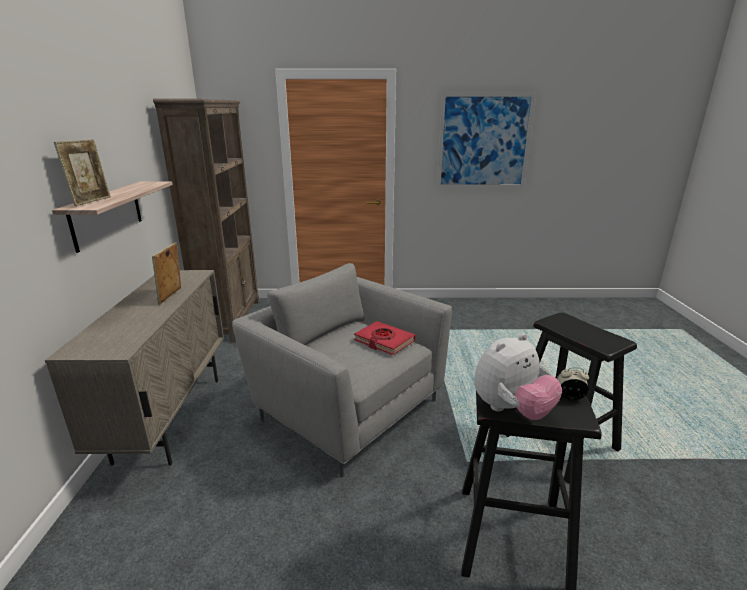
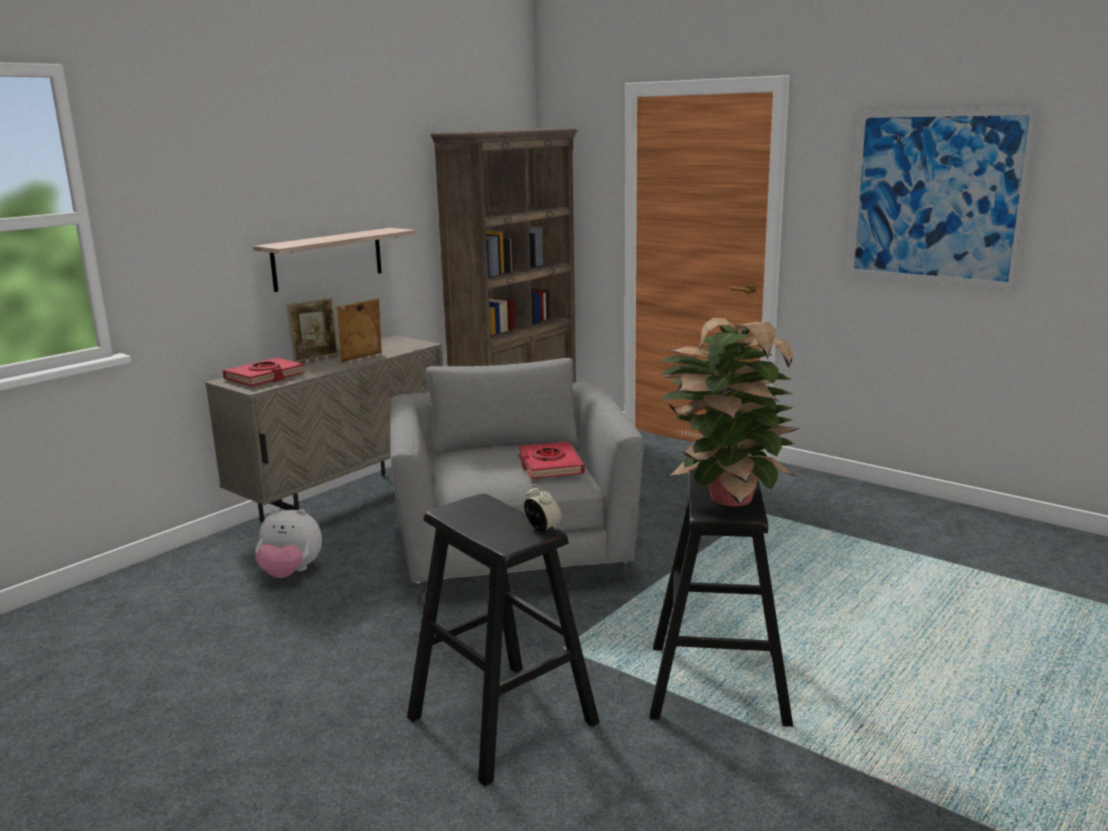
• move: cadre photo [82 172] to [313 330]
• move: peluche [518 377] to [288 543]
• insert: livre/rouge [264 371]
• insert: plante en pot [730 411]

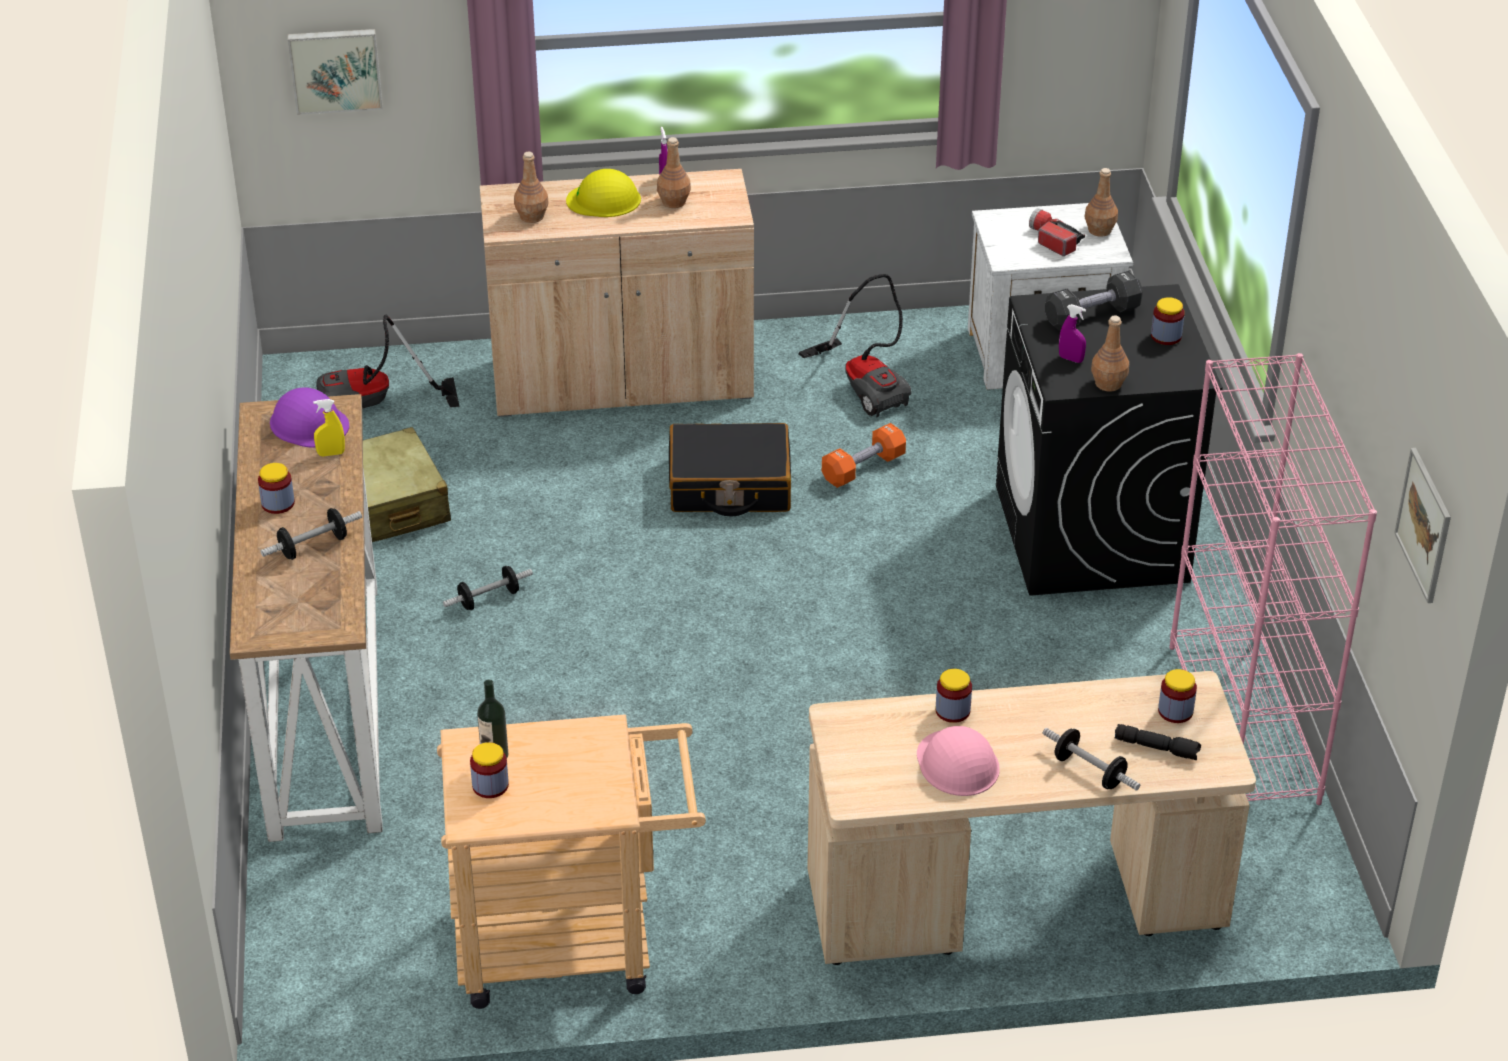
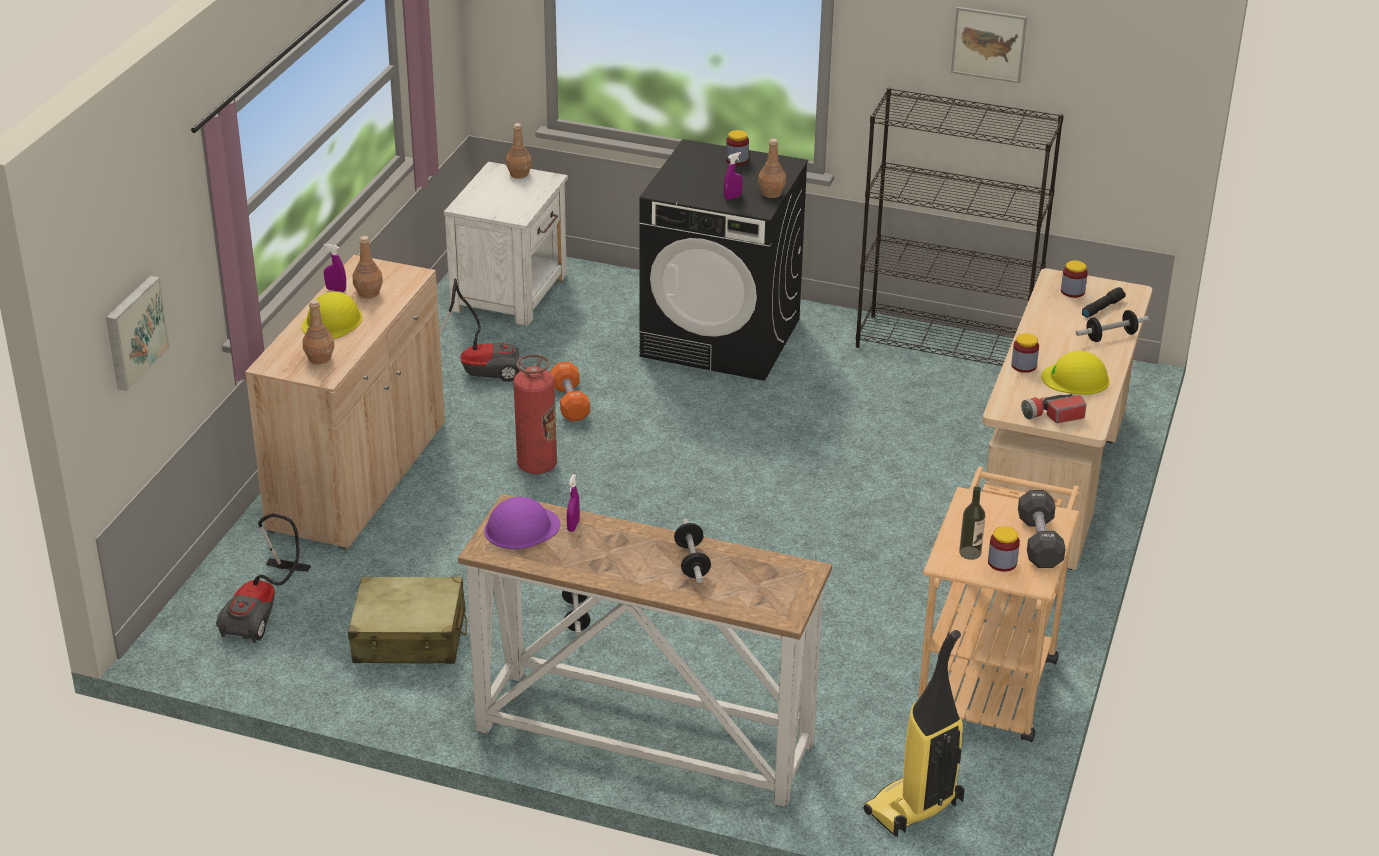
• delete: bocal [276 488]
• recolor: vaporisateur/jaune [329 428] to vaporisateur/violet [573 503]
• replace: valise/noir [730 469] to extincteur [535 414]
• recolor: casque de chantier/rose [958 761] to casque de chantier/jaune [1076 373]
• move: lampe de poche [1057 232] to [1053 408]
• move: haltère/noir [1094 300] to [1042 529]
• recolor: bibliothèque/rose [1273 579] to bibliothèque/noir [960 227]
• move: tableau [1422 525] to [989 45]
• insert: aspirateur [914 733]

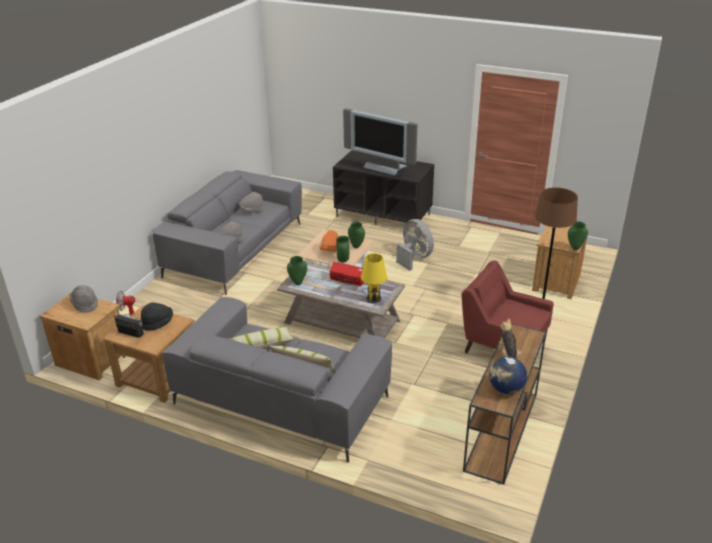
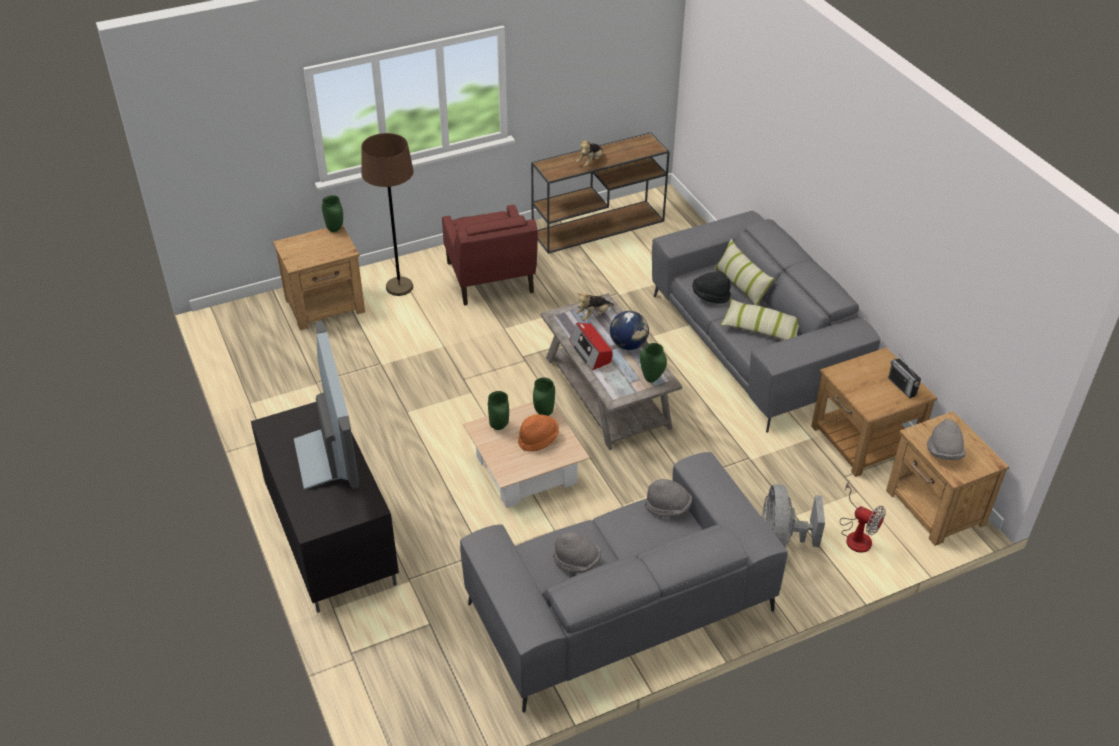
• move: chapeau/noir [157 316] to [712 287]
• replace: lampe de table/jaune [374 278] to peluche [595 307]
• move: ventilateur/gris [415 245] to [793 516]
• move: globe [508 375] to [629 330]

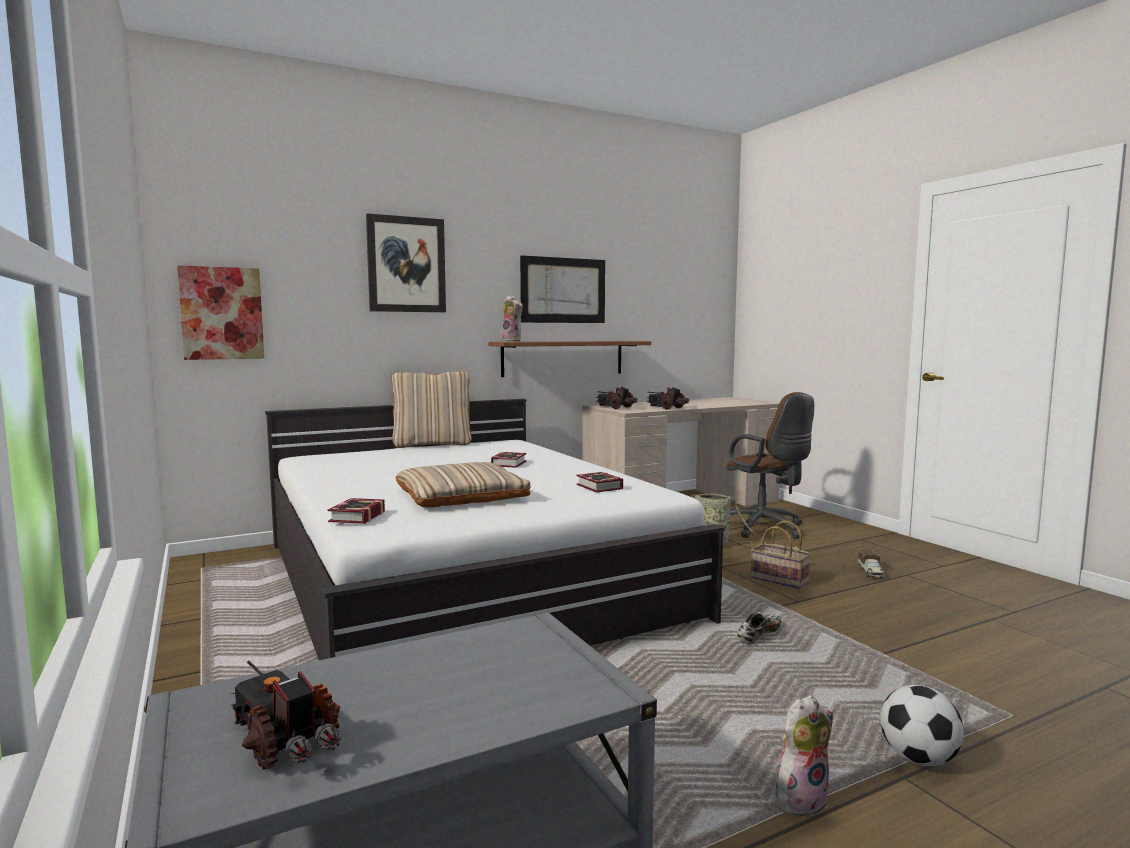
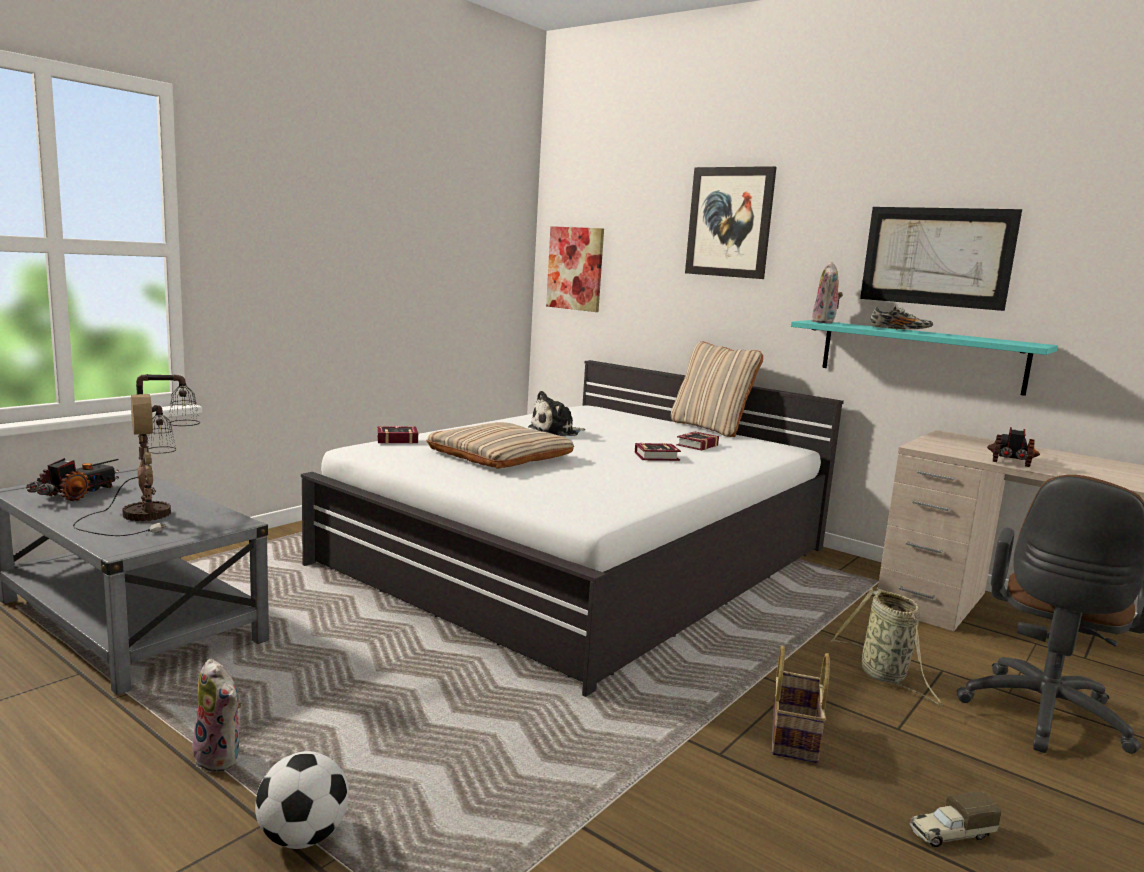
• recolor: étagère/marron [569 359] to étagère/turquoise [924 358]
• move: livre [599 482] to [697 441]
• delete: camion jouet [617 398]
• move: chaussure [759 628] to [901 318]
• insert: lampe de table [136 455]
• insert: peluche [556 413]

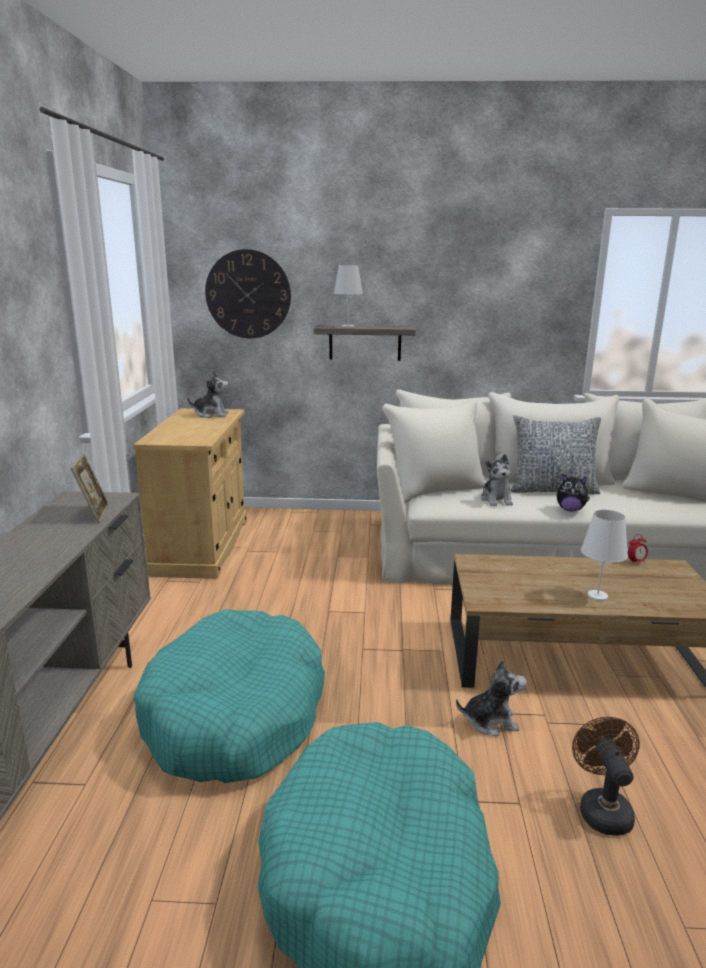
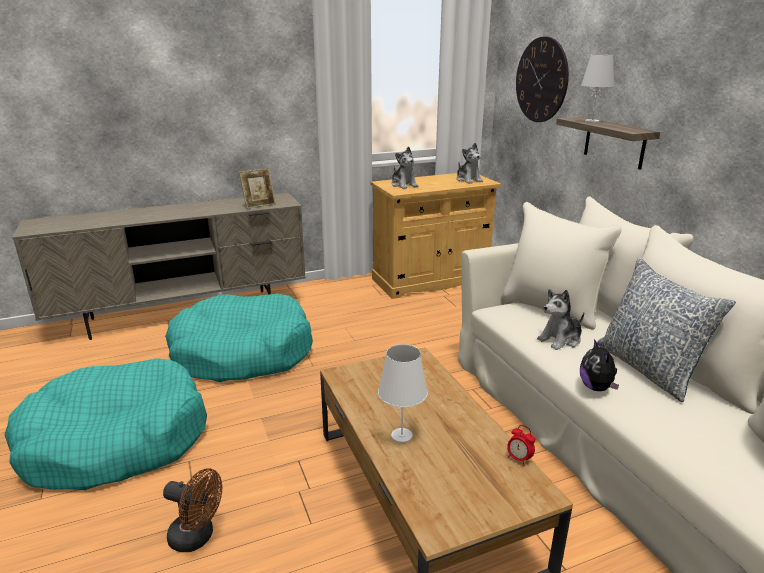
• move: peluche [491 697] to [404 167]
• rotate: ventilateur/marron [606 776] = [192 510] 45 degrees clockwise

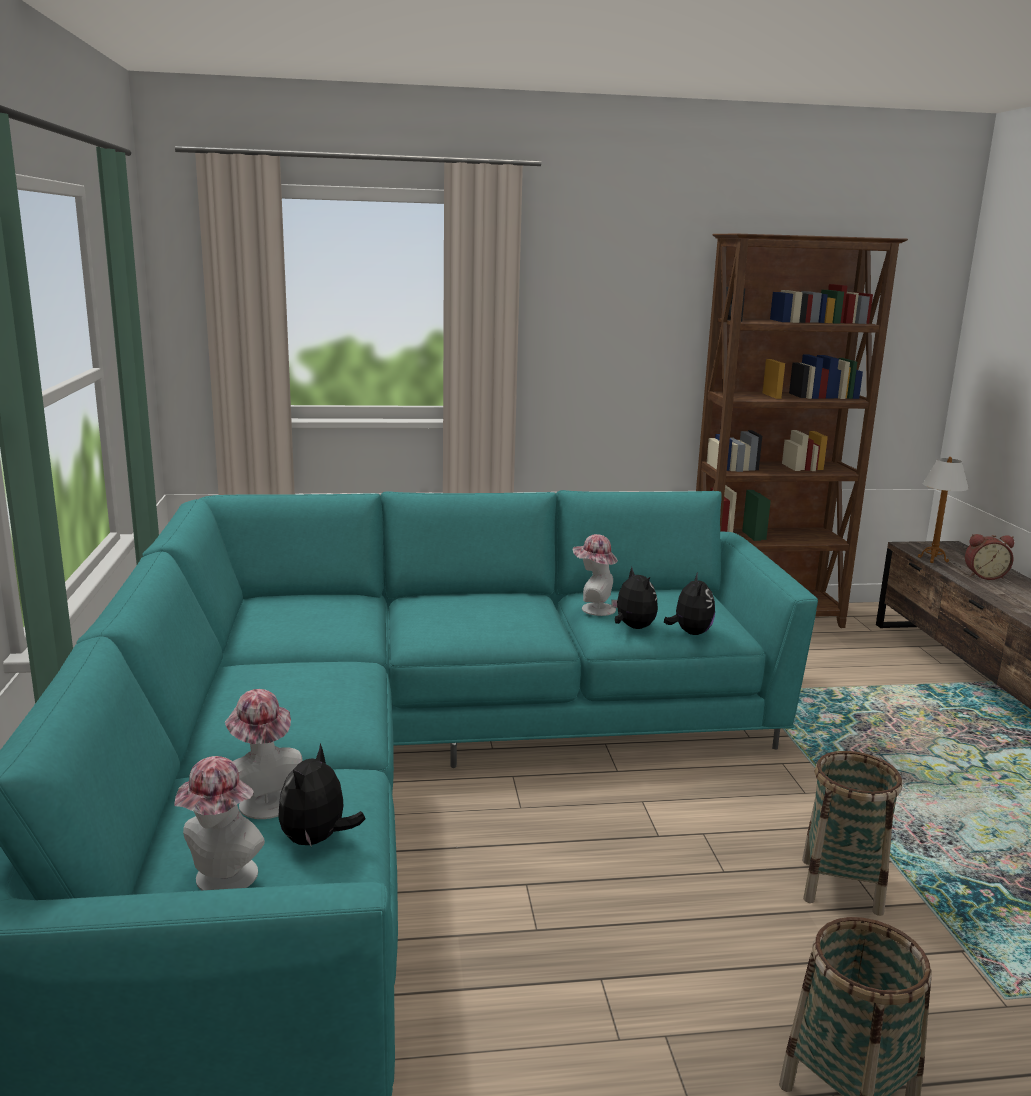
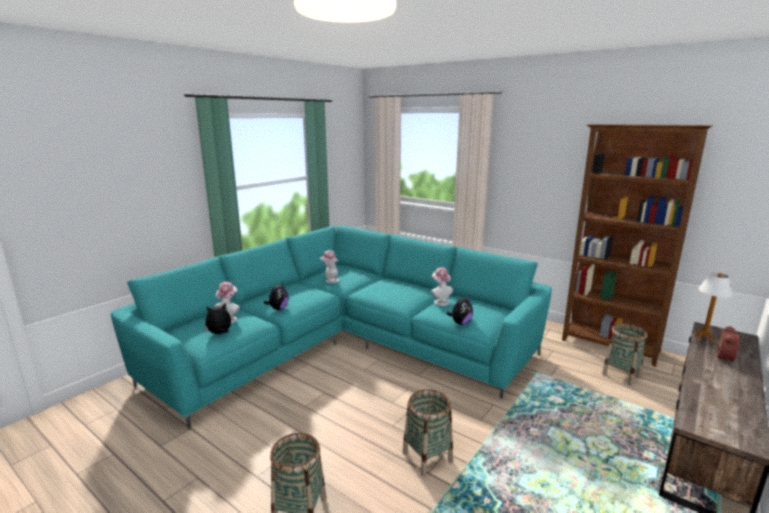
• move: chapeau [219 823] to [330 266]
• move: peluche [634 598] to [276 295]
• rotate: réveil [989 557] = [727 345] 105 degrees counterclockwise
• insert: panier [625 354]

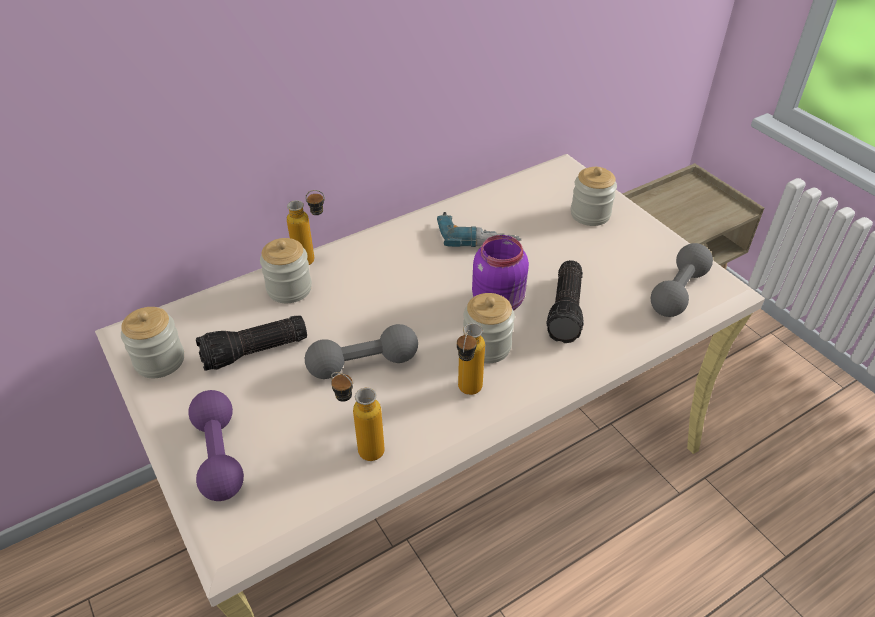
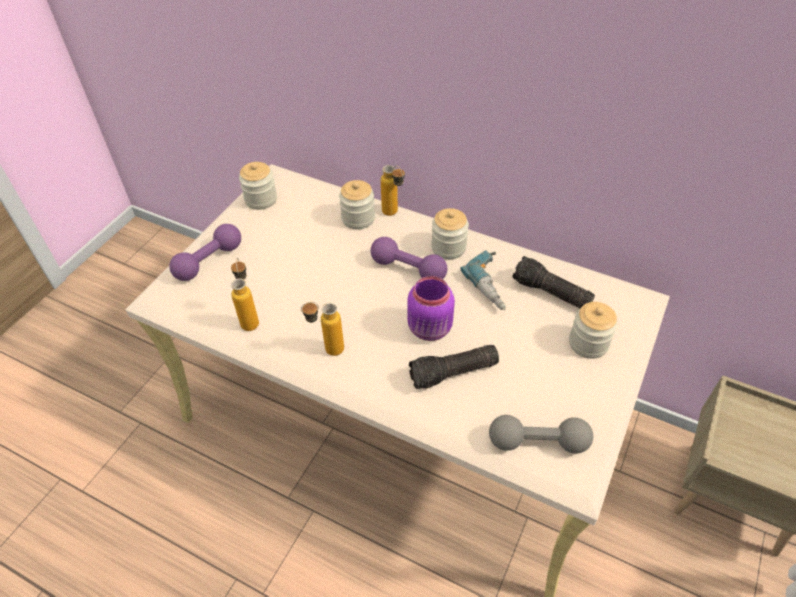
• move: lampe de poche [251 343] to [553 282]
• delete: haltère/gris [361 351]
• move: bocal [489 328] to [450 233]
• insert: haltère/violet [409 258]

